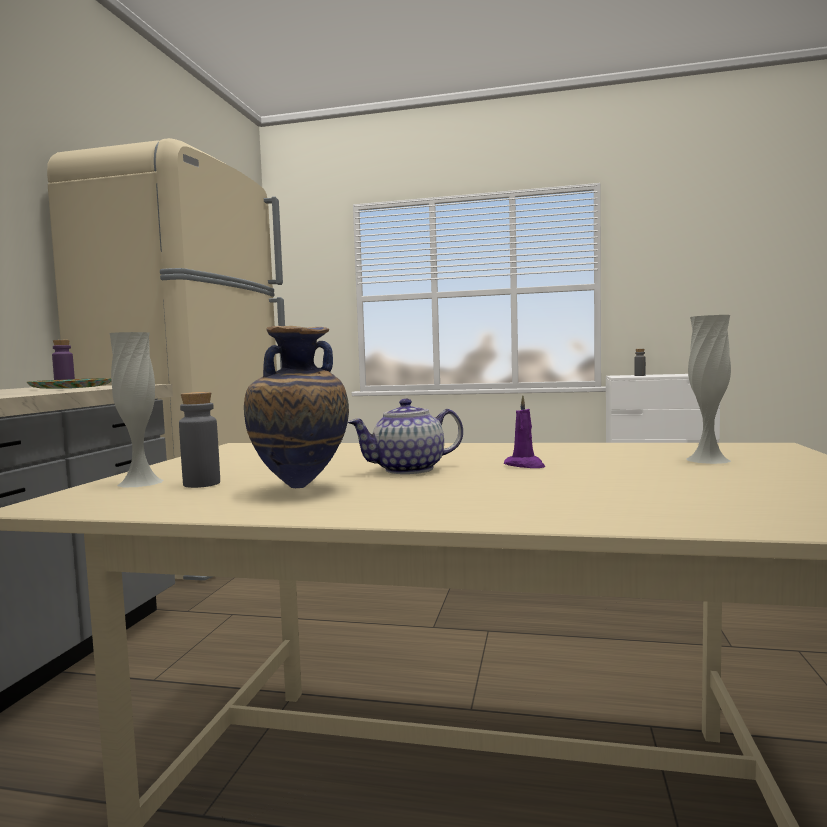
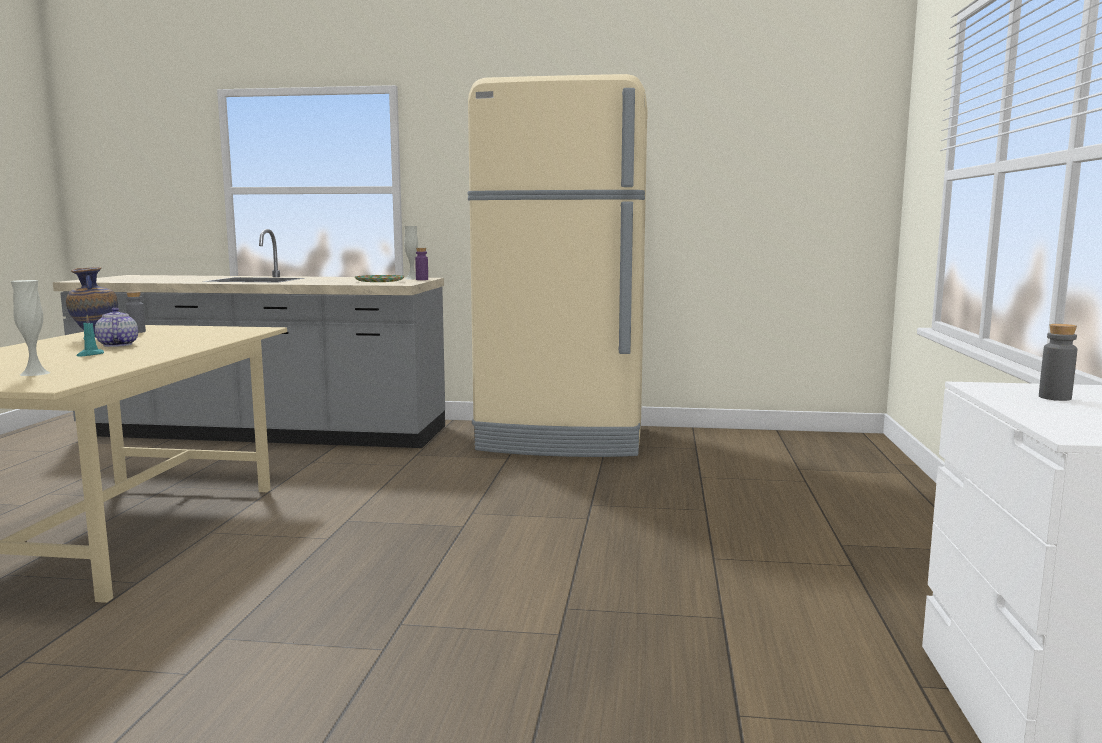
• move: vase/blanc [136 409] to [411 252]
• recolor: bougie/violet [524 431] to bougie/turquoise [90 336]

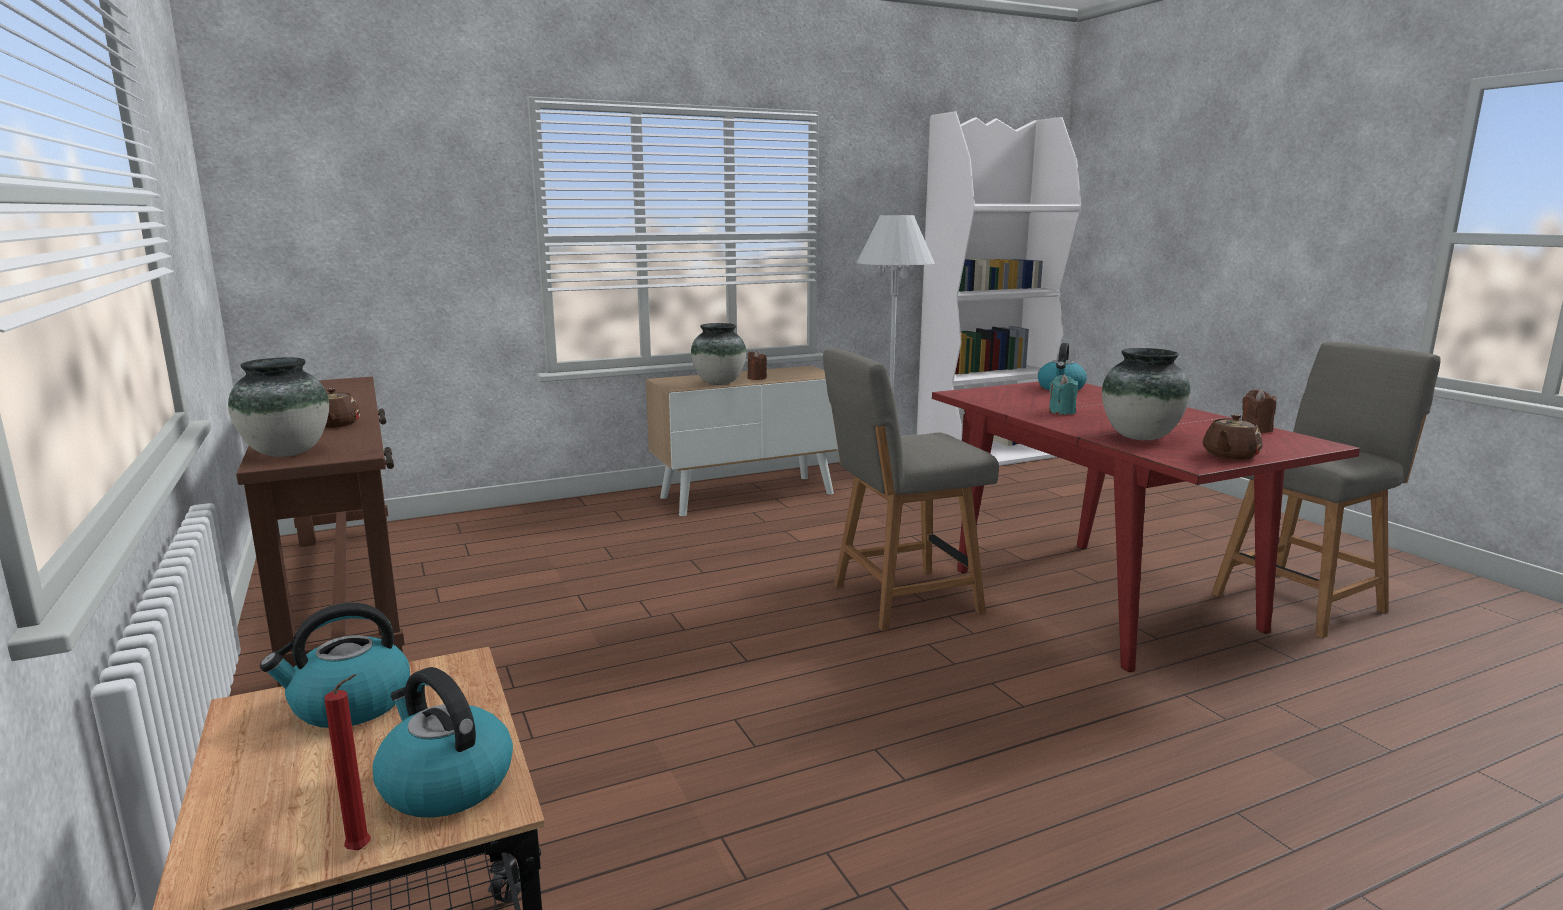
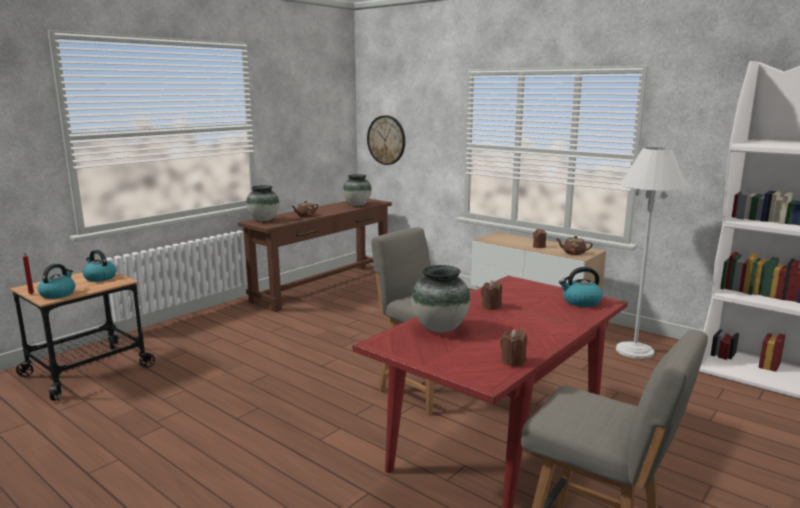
• move: vase [718 354] to [357 190]
• recolor: bougie/turquoise [1063 394] to bougie/marron [491 295]
• move: théière/marron [1232 437] to [574 245]
• insert: horloge murale [386 140]

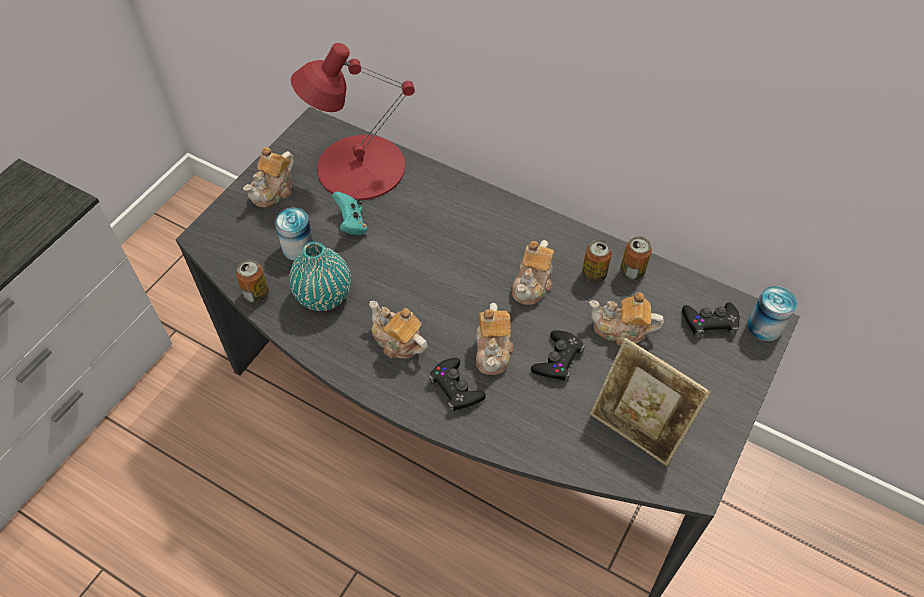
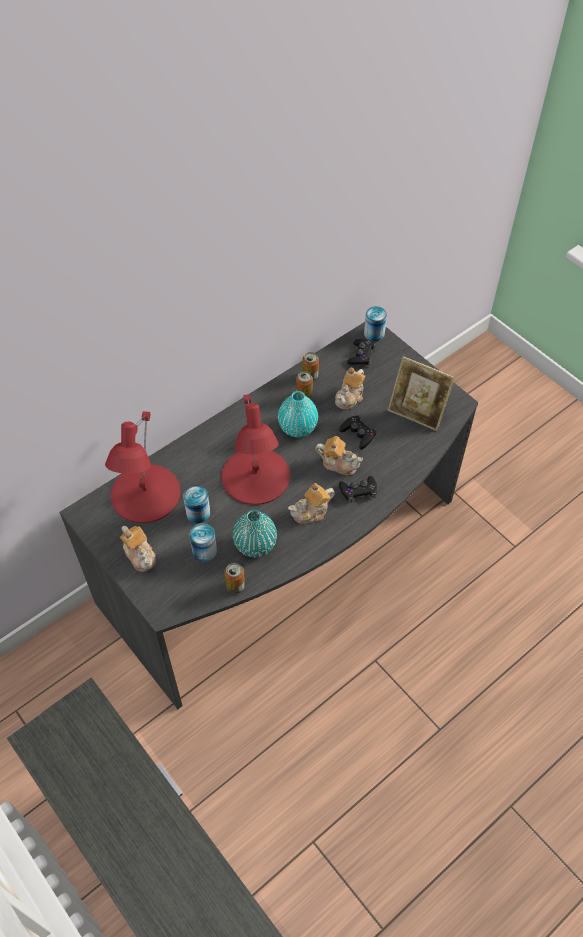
• replace: manette/turquoise [349 213] to boîte métallique [196 504]
• replace: théière [533 272] to vase/turquoise [298 414]
• rotate: cadre photo [650 402] = [421 393] 60 degrees clockwise
• insert: lampe de table/rouge [256 449]

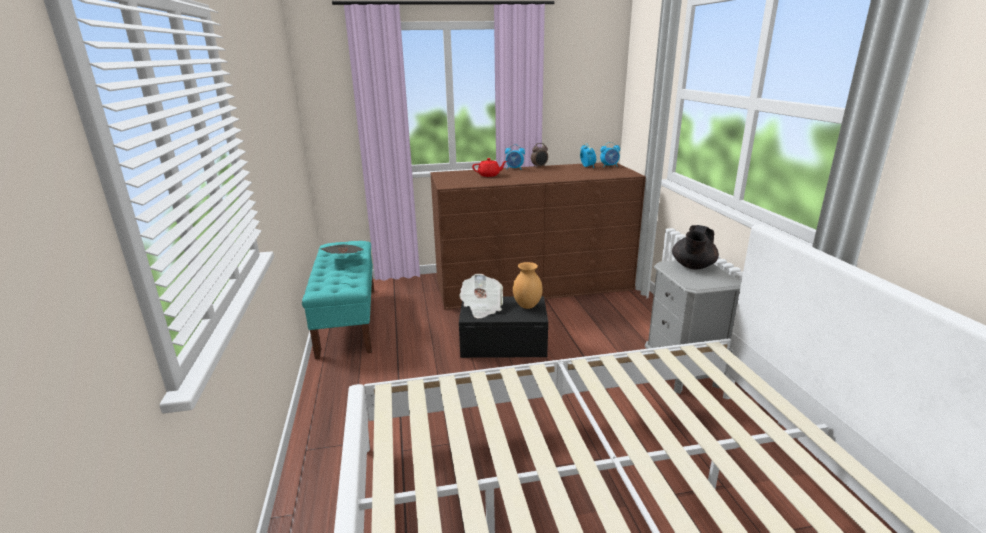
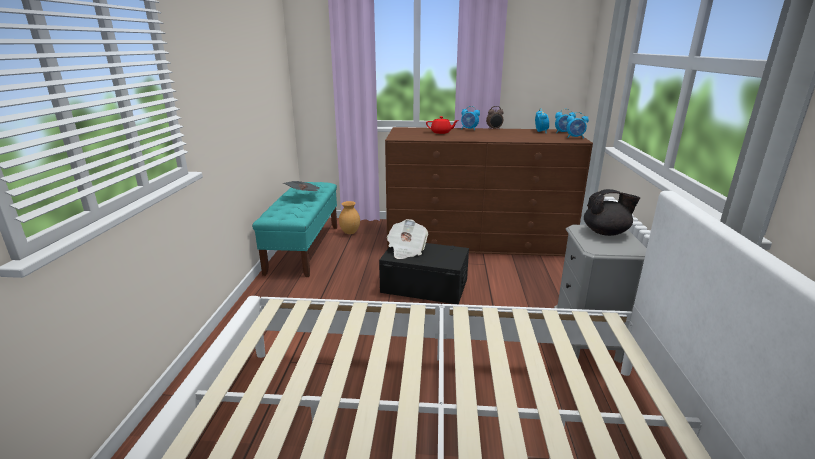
• move: vase/marron [528 285] to [349 217]
• rotate: théière/noir [695 247] = [612 212] 135 degrees counterclockwise
• insert: réveil [578 125]

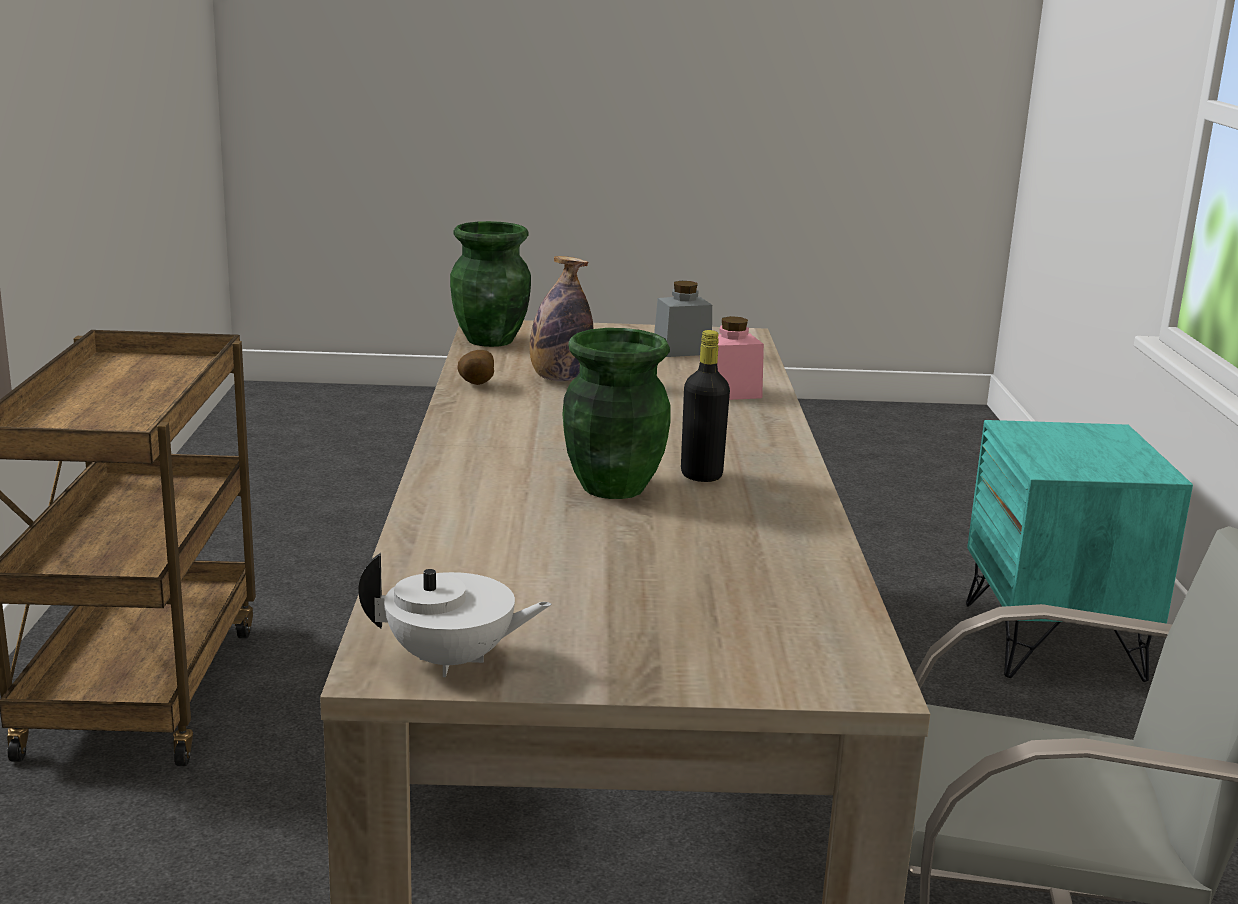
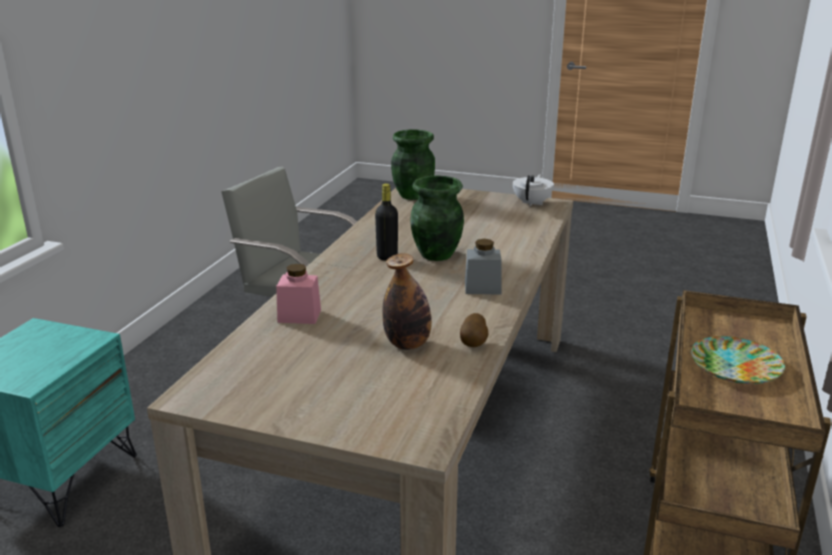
• rotate: théière/blanc [455 615] = [533 190] 90 degrees clockwise
• move: vase/vert [490 284] to [413 165]
• move: bocal/gris [683 319] to [483 266]
• insert: assiette [738 360]

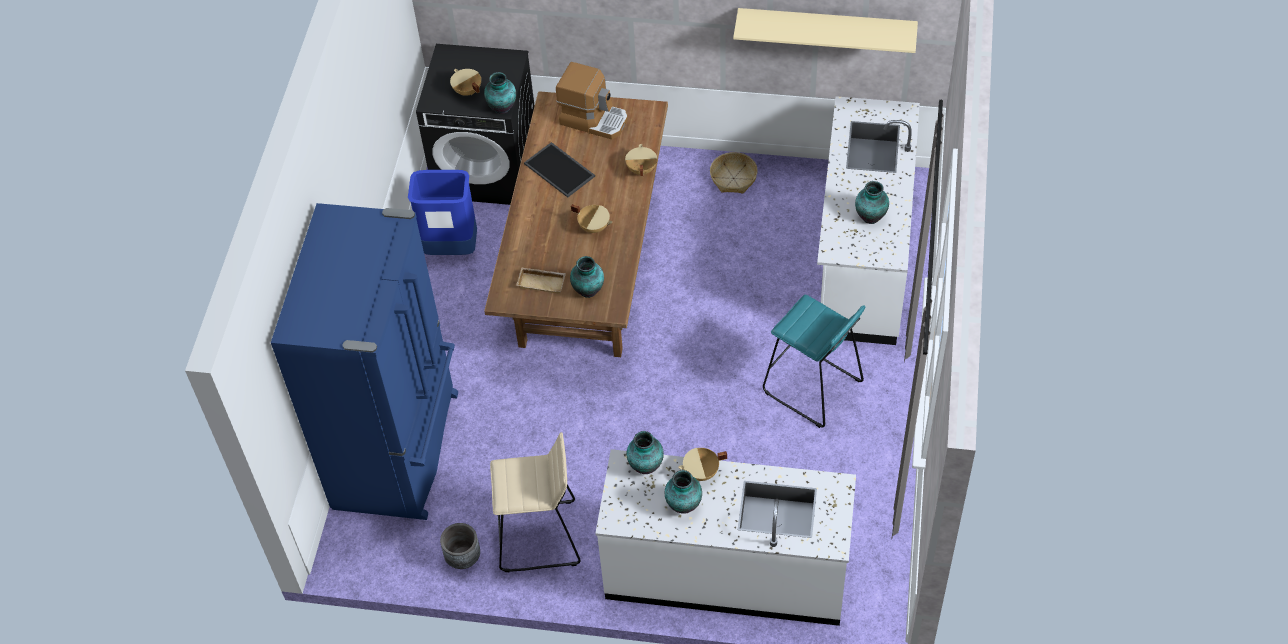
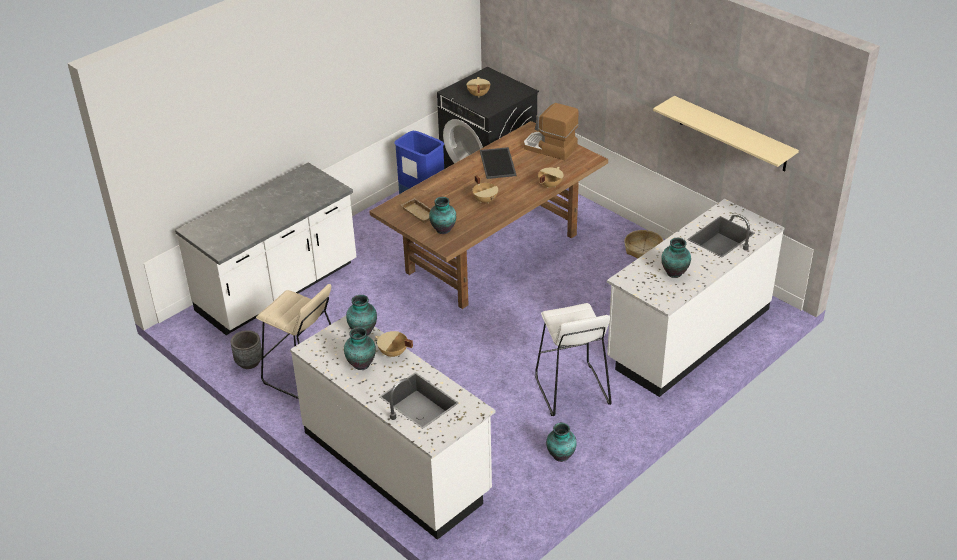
• replace: réfrigérateur/bleu [364 361] to comptoir de cuisine/blanc [265 248]
• move: vase [500 93] to [561 442]
• rotate: machine à café [592 100] = [551 131] 150 degrees clockwise
• recolor: tabouret/turquoise [814 361] to tabouret/blanc [573 359]

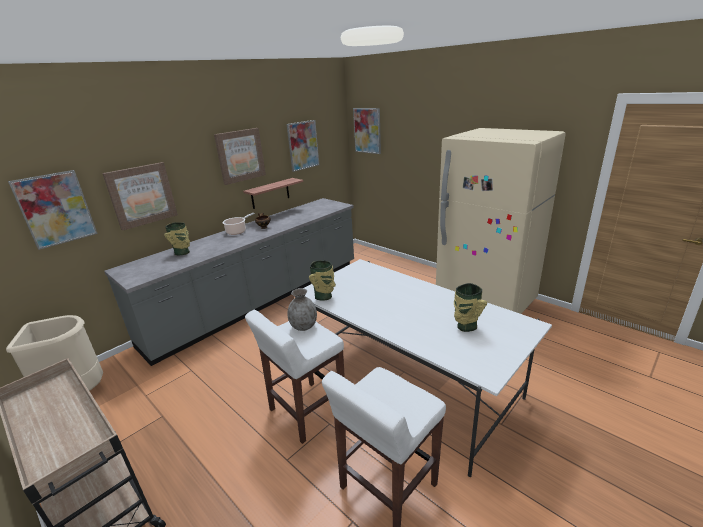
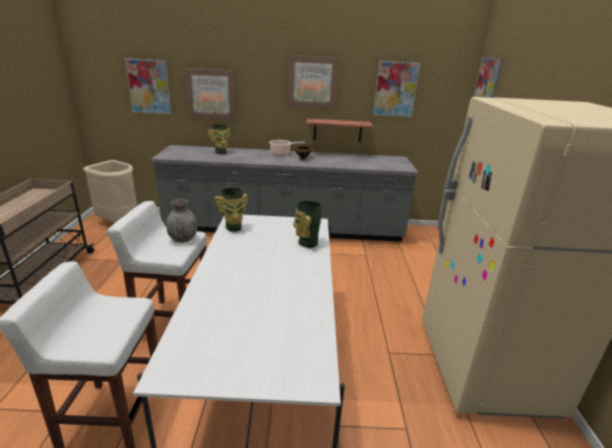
• move: vase [470 307] to [307 224]

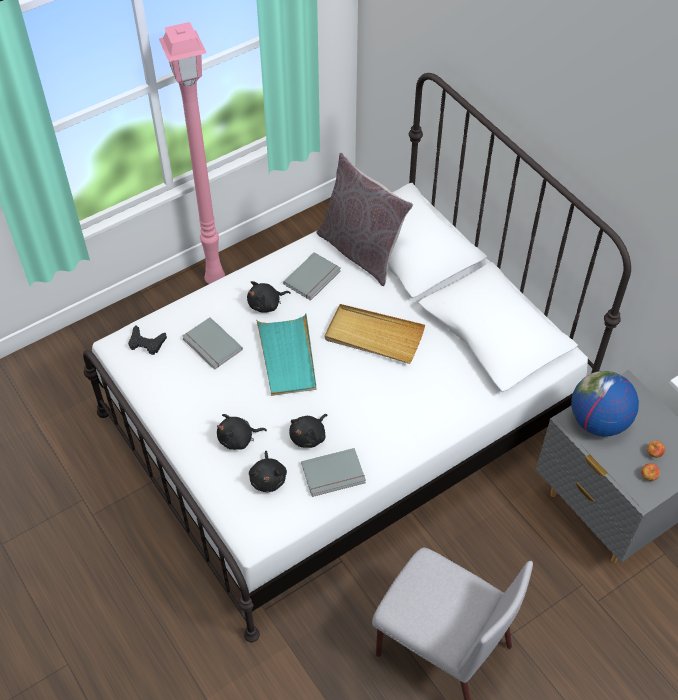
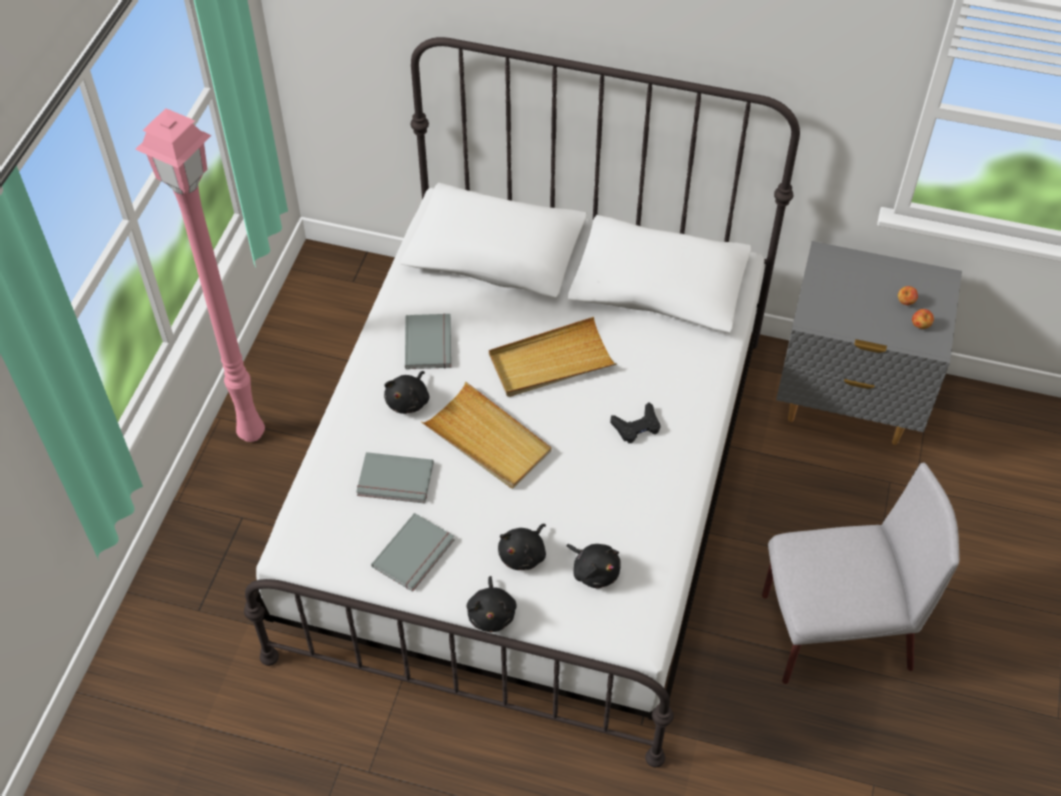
• move: manette/noir [147 340] to [635 422]
• recolor: plateau/turquoise [286 355] to plateau/beige [486 435]
• move: peluche/noir [308 431] to [492 604]
• move: livre/gris [333 472] to [412 552]
• delete: coussin/gris [365 219]
• delete: globe [605 403]

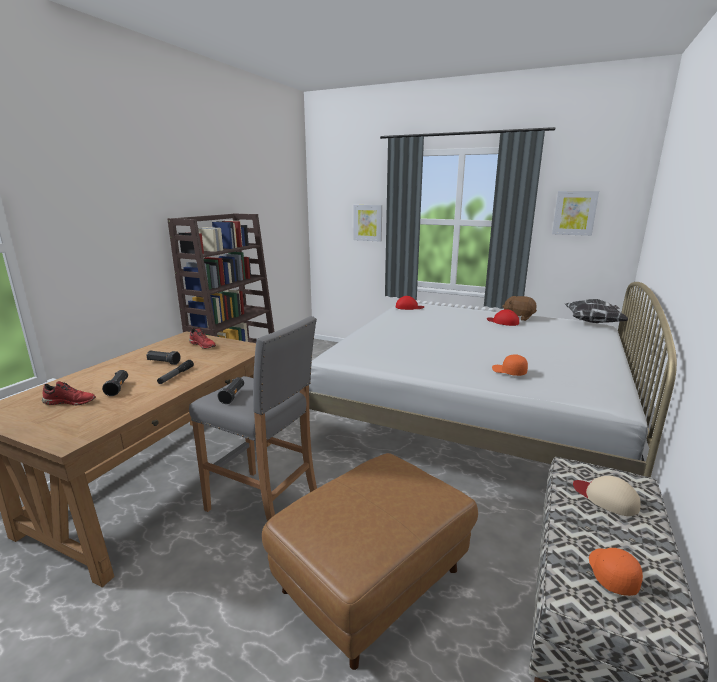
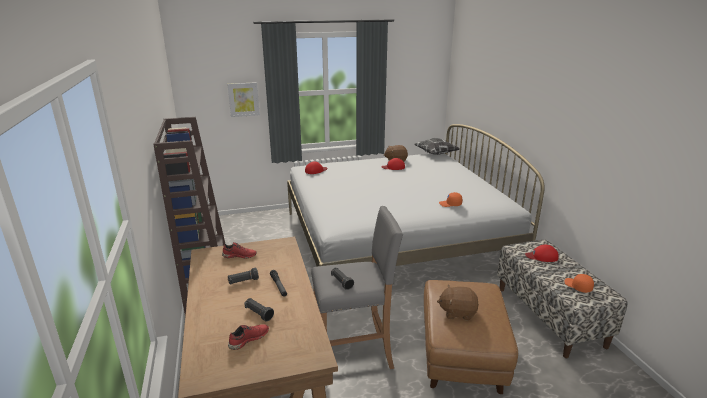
• delete: tableau [575 213]
• recolor: casquette/beige [607 496] to casquette/rouge [542 253]
• insert: peluche/marron [458 302]

